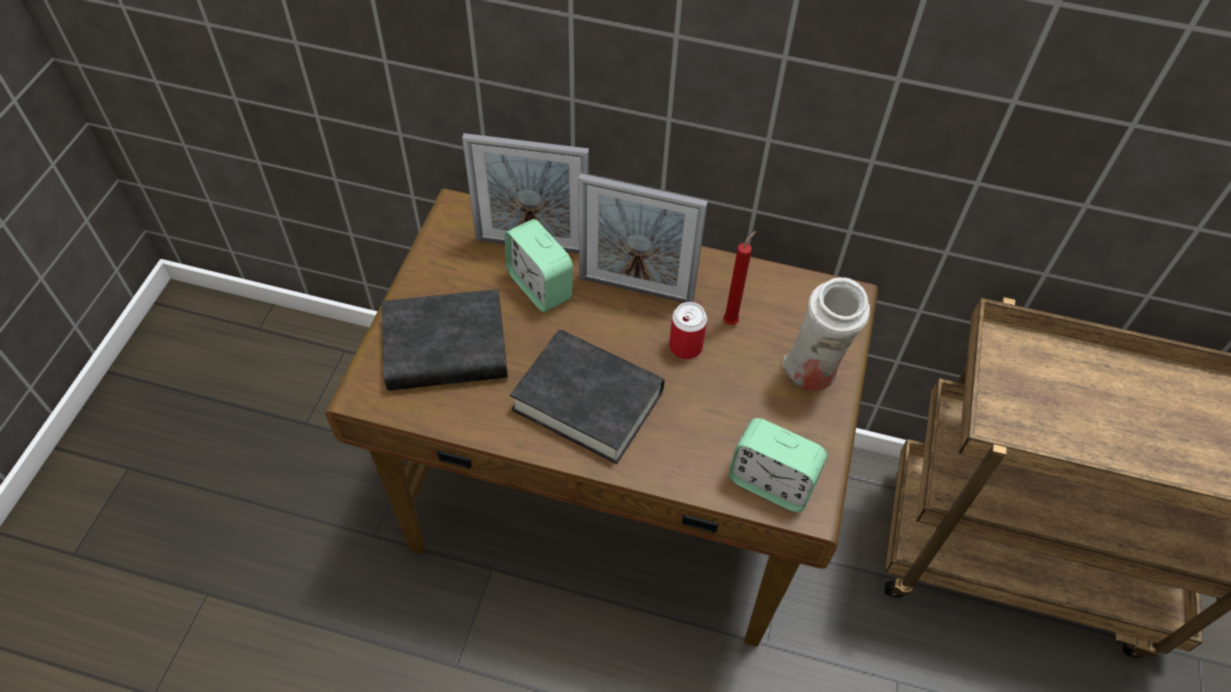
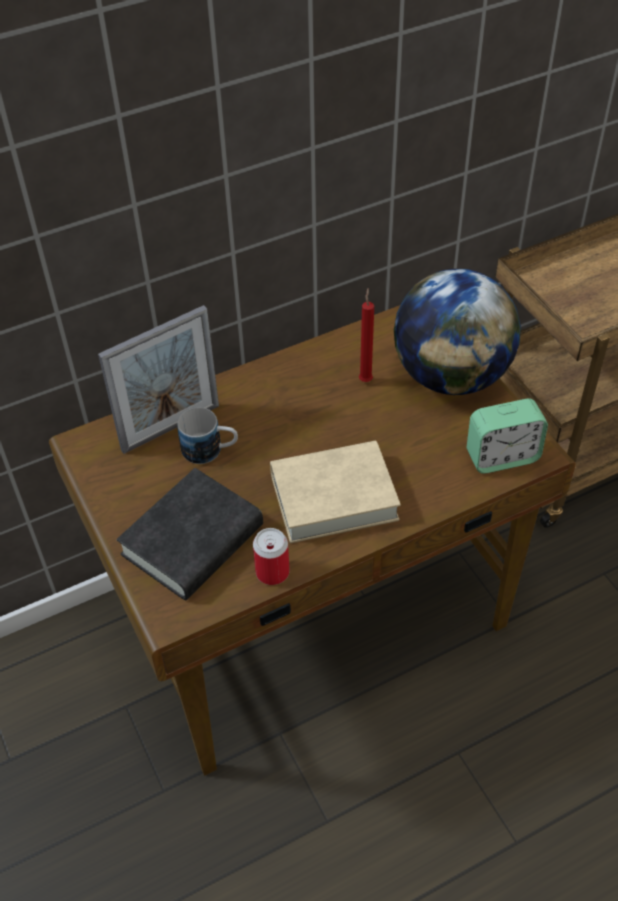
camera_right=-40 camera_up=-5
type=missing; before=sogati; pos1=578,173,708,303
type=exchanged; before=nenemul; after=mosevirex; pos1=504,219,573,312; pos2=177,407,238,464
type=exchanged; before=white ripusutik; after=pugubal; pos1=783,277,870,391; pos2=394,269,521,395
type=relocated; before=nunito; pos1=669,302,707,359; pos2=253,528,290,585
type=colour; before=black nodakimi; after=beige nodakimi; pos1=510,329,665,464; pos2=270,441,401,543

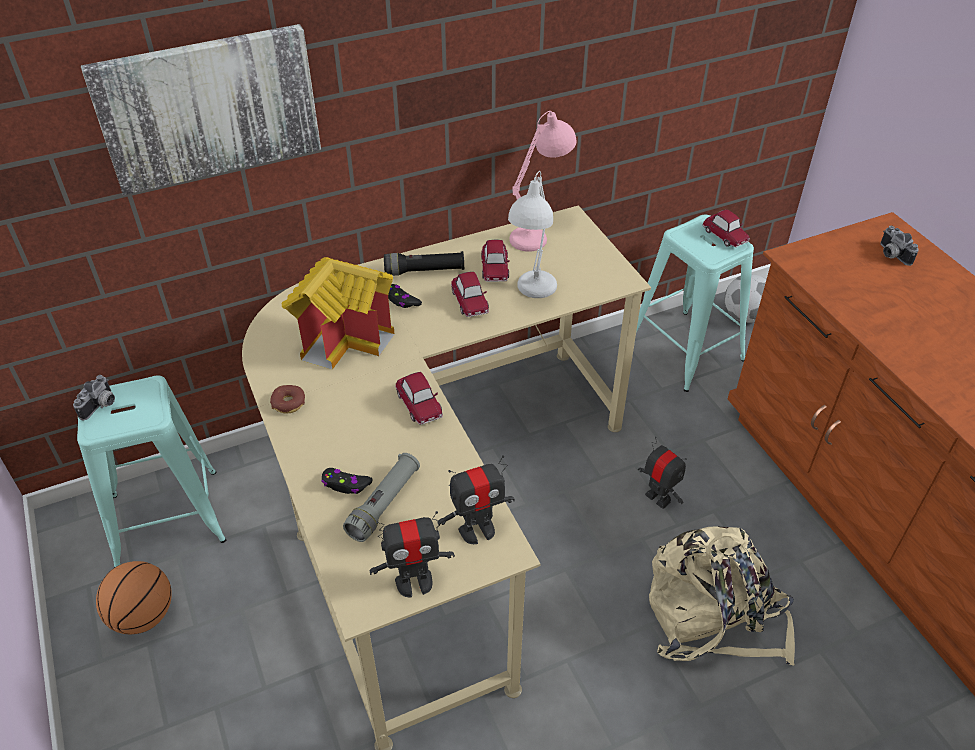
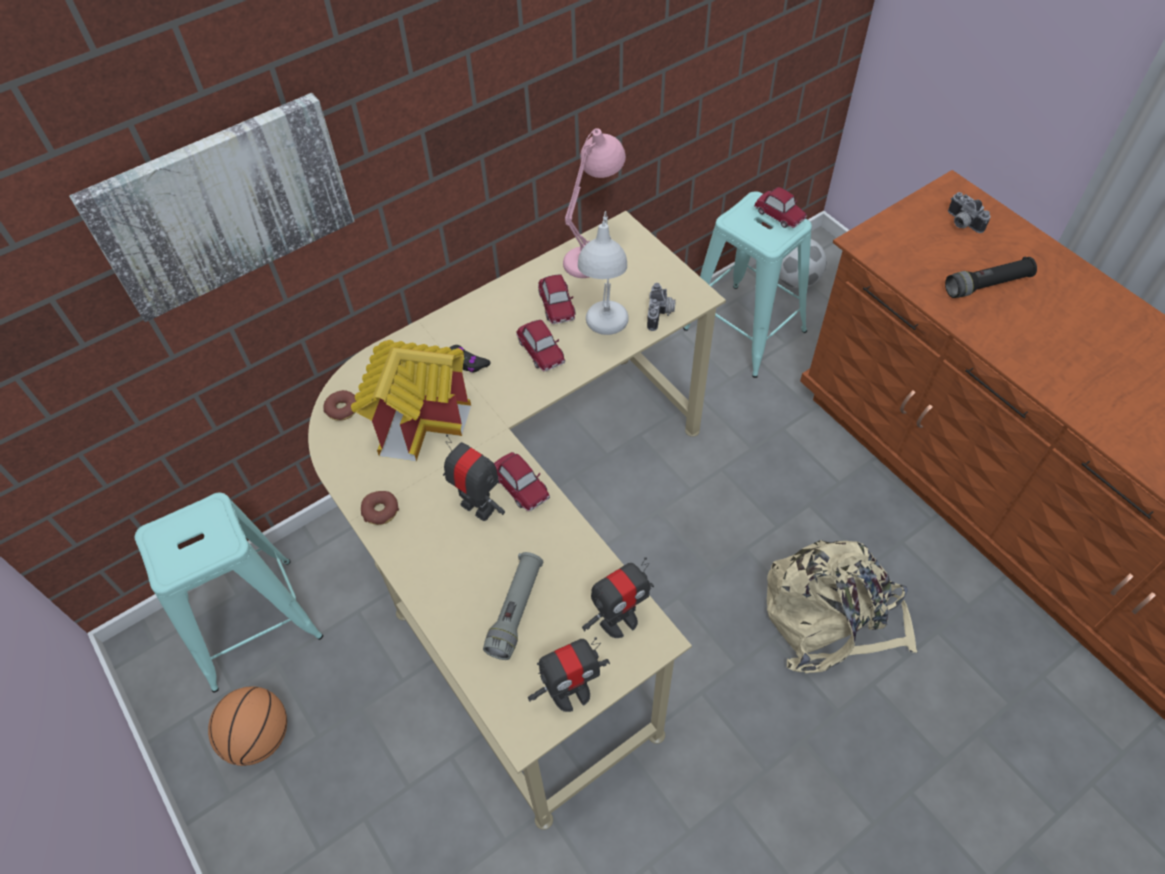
camera_right=-10 camera_up=10
type=relocated; before=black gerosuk; pos1=384,251,464,276; pos2=945,256,1037,298
type=relocated; before=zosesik; pos1=73,375,115,420; pos2=647,283,676,331
type=relocated; before=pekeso; pos1=638,437,686,509; pos2=443,434,505,521
type=missing; before=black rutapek; pos1=321,468,373,494
type=appeared; after=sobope; pos2=324,390,357,421

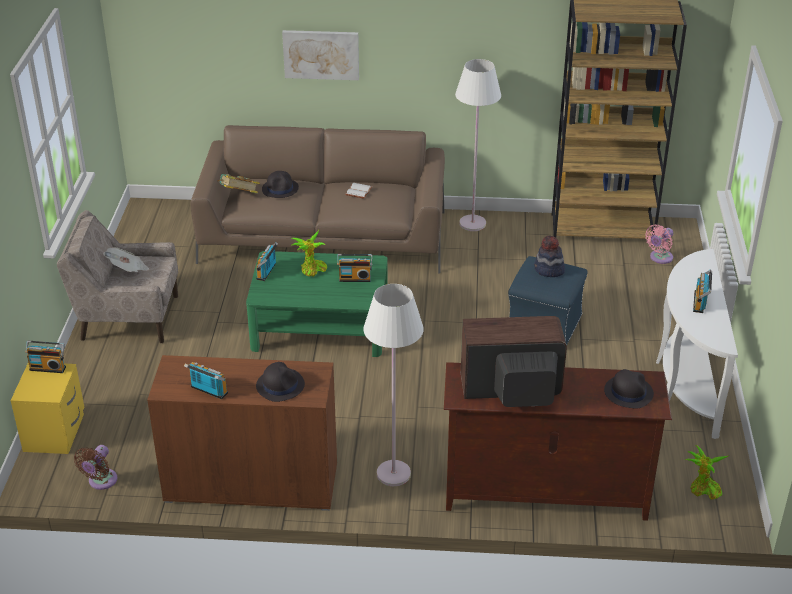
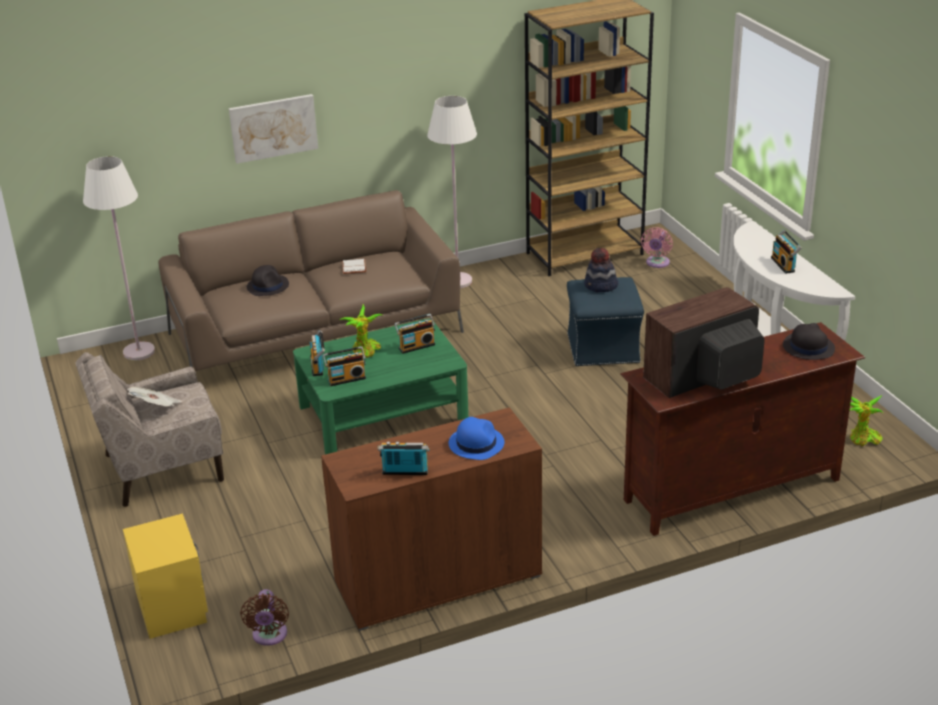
camera_right=-25 camera_up=-5
type=missing; before=nodakimi; pos1=218,174,260,194
type=relocated; before=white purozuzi; pos1=364,284,424,486; pos2=83,156,155,360
type=relocated; before=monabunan; pos1=25,341,66,373; pos2=323,346,366,386
type=colour; before=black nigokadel; after=blue nigokadel; pos1=256,362,305,402; pos2=449,417,504,460

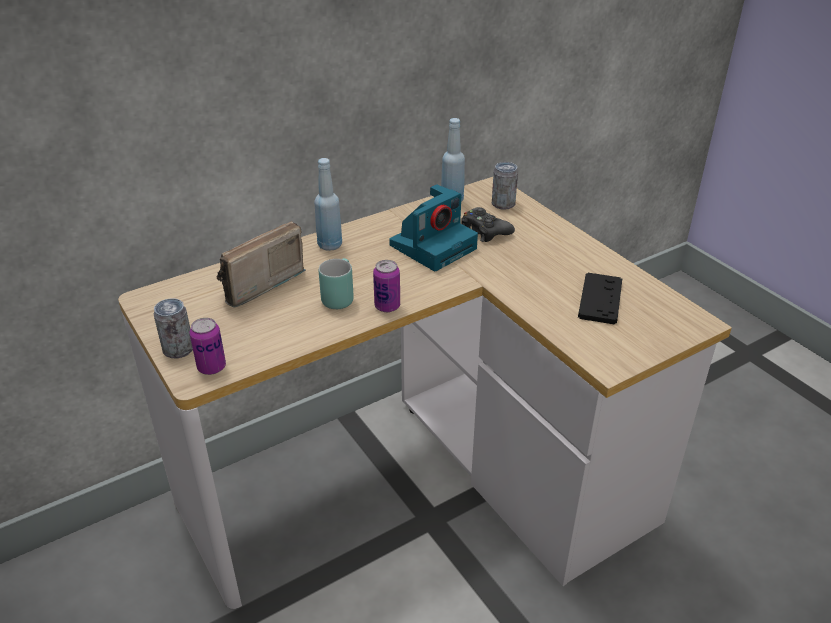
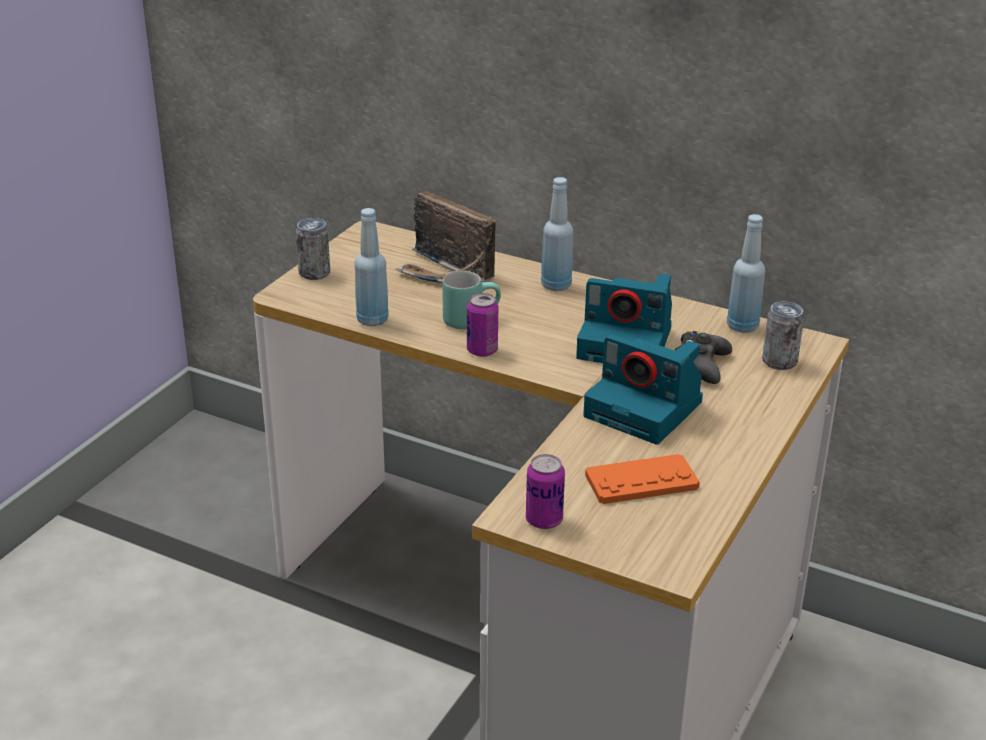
camera_right=60 camera_up=-5
type=spun; before=monabunan; pos1=217,221,306,308; pos2=396,191,496,283; turn=-150
type=colour; before=black rutapek; after=orange rutapek; pos1=578,273,622,325; pos2=585,454,699,504
type=relocated; before=nunito; pos1=190,318,226,375; pos2=526,454,565,529
type=appeared; after=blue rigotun; pos2=354,208,389,326
type=appeared; after=zosesik; pos2=583,334,703,445

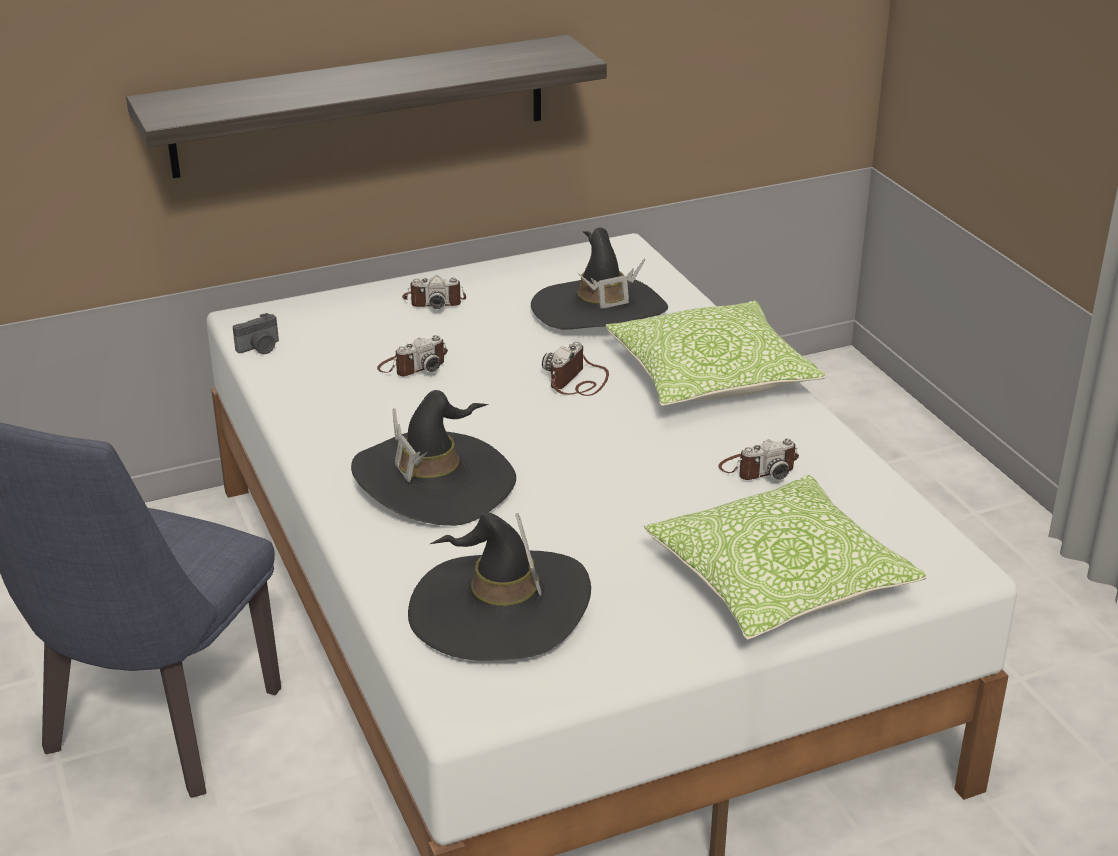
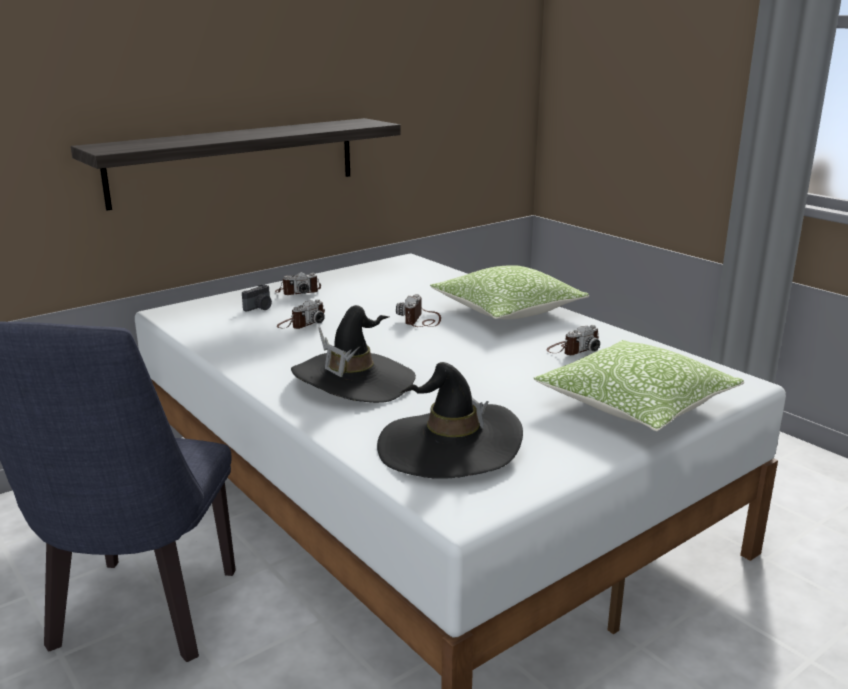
camera_right=-15 camera_up=-10
type=missing; before=black nigokadel; pos1=531,227,668,330
type=relocated; before=zosesik; pos1=233,313,279,354; pos2=242,284,272,311

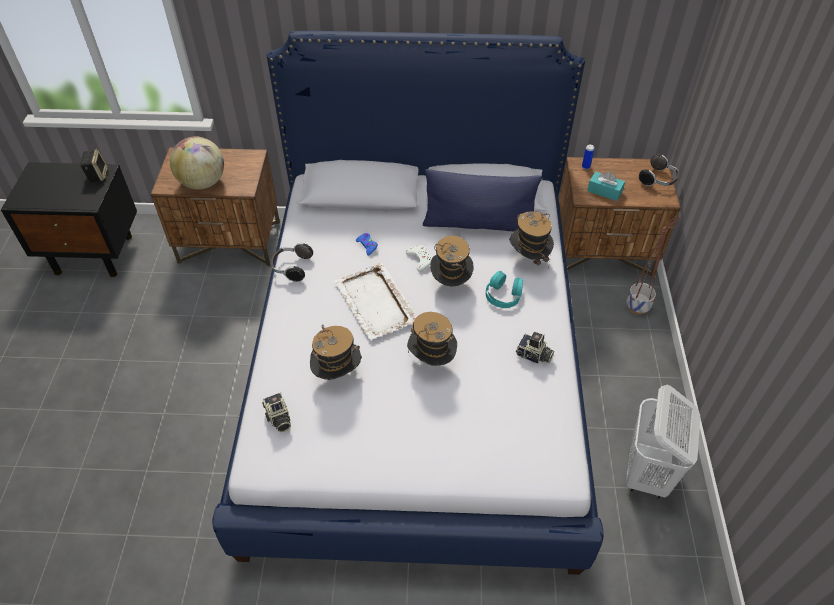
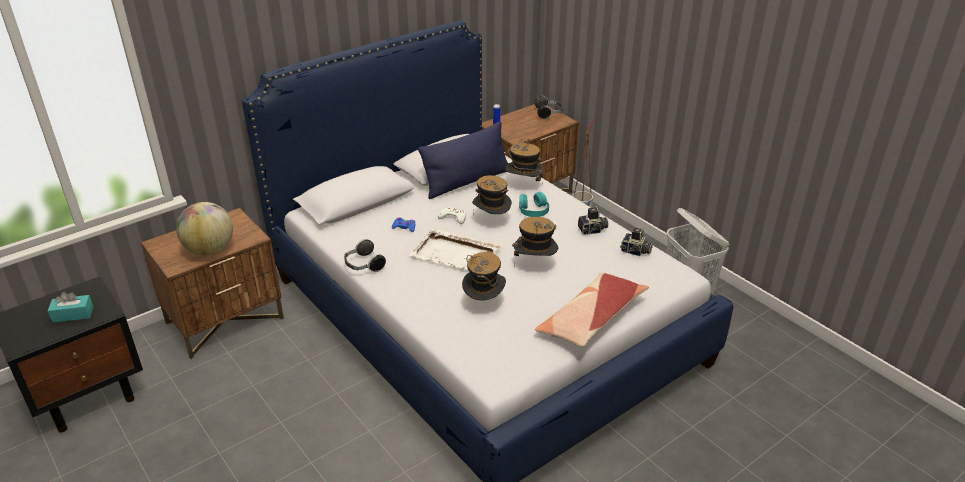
camera_right=-40 camera_up=-15
type=missing; before=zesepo; pos1=80,149,108,182
type=relocated; before=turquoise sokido; pos1=587,171,625,201; pos2=48,292,93,323
type=relocated; before=zosesik; pos1=262,392,291,432; pos2=620,227,653,256
type=appeared; after=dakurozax; pos2=535,272,649,347

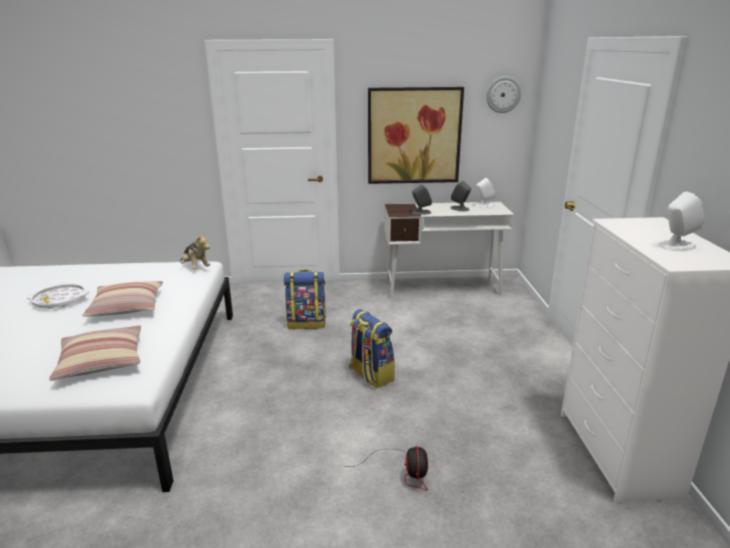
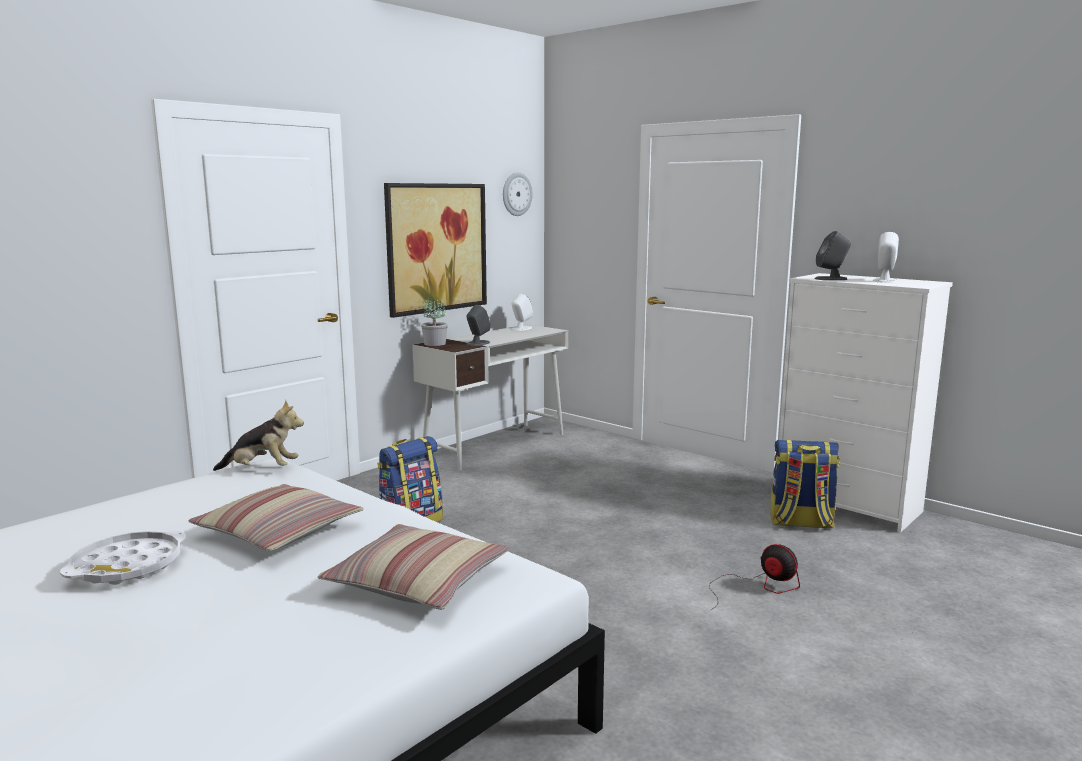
camera_right=-45 camera_up=-10
type=relocated; before=grey zesepo; pos1=451,181,471,211; pos2=815,231,851,280
type=relocated; before=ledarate; pos1=349,309,395,388; pos2=771,440,839,529
type=appeared; after=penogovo; pos2=421,297,447,346

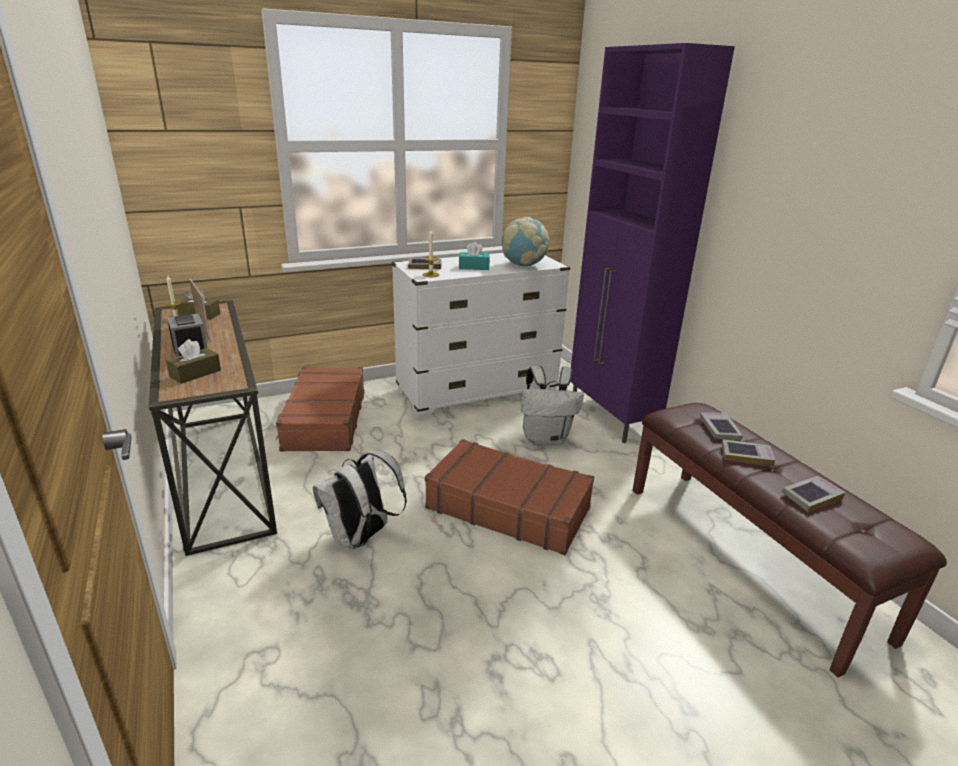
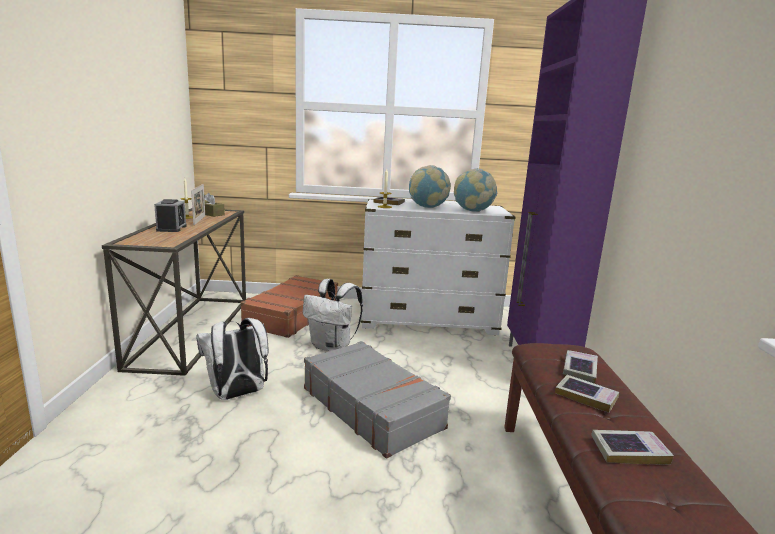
camera_right=25 camera_up=-10
type=exchanged; before=turquoise sokido; after=pugubal; pos1=459,242,490,270; pos2=409,165,451,208
type=missing; before=brown sokido; pos1=166,339,221,384
type=relocated; before=white ledarate; pos1=521,366,584,445; pos2=303,279,363,352
type=colour; before=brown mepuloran; after=grey mepuloran; pos1=425,439,594,555; pos2=304,341,451,459

